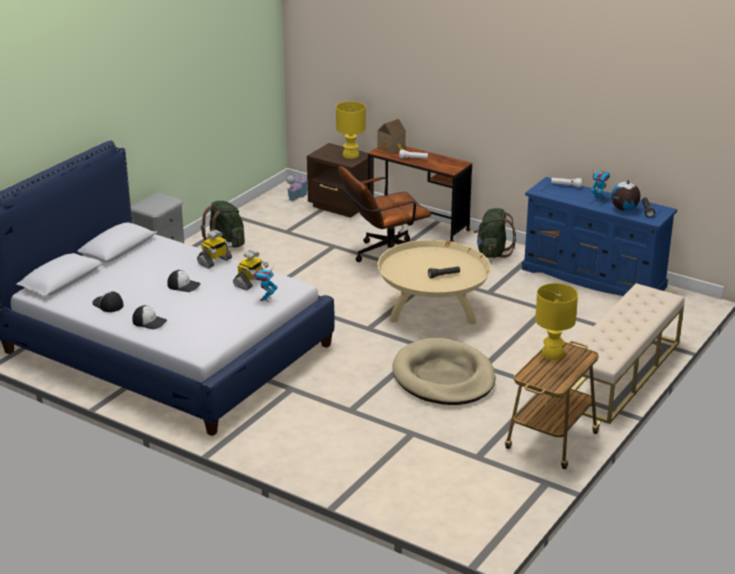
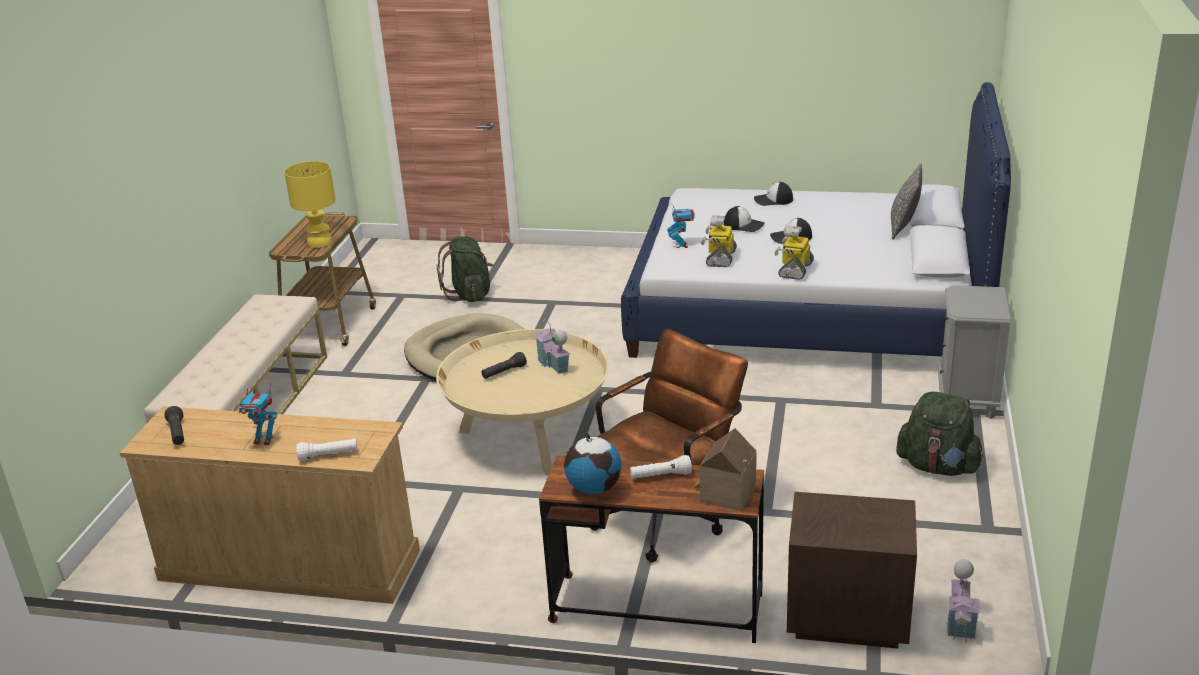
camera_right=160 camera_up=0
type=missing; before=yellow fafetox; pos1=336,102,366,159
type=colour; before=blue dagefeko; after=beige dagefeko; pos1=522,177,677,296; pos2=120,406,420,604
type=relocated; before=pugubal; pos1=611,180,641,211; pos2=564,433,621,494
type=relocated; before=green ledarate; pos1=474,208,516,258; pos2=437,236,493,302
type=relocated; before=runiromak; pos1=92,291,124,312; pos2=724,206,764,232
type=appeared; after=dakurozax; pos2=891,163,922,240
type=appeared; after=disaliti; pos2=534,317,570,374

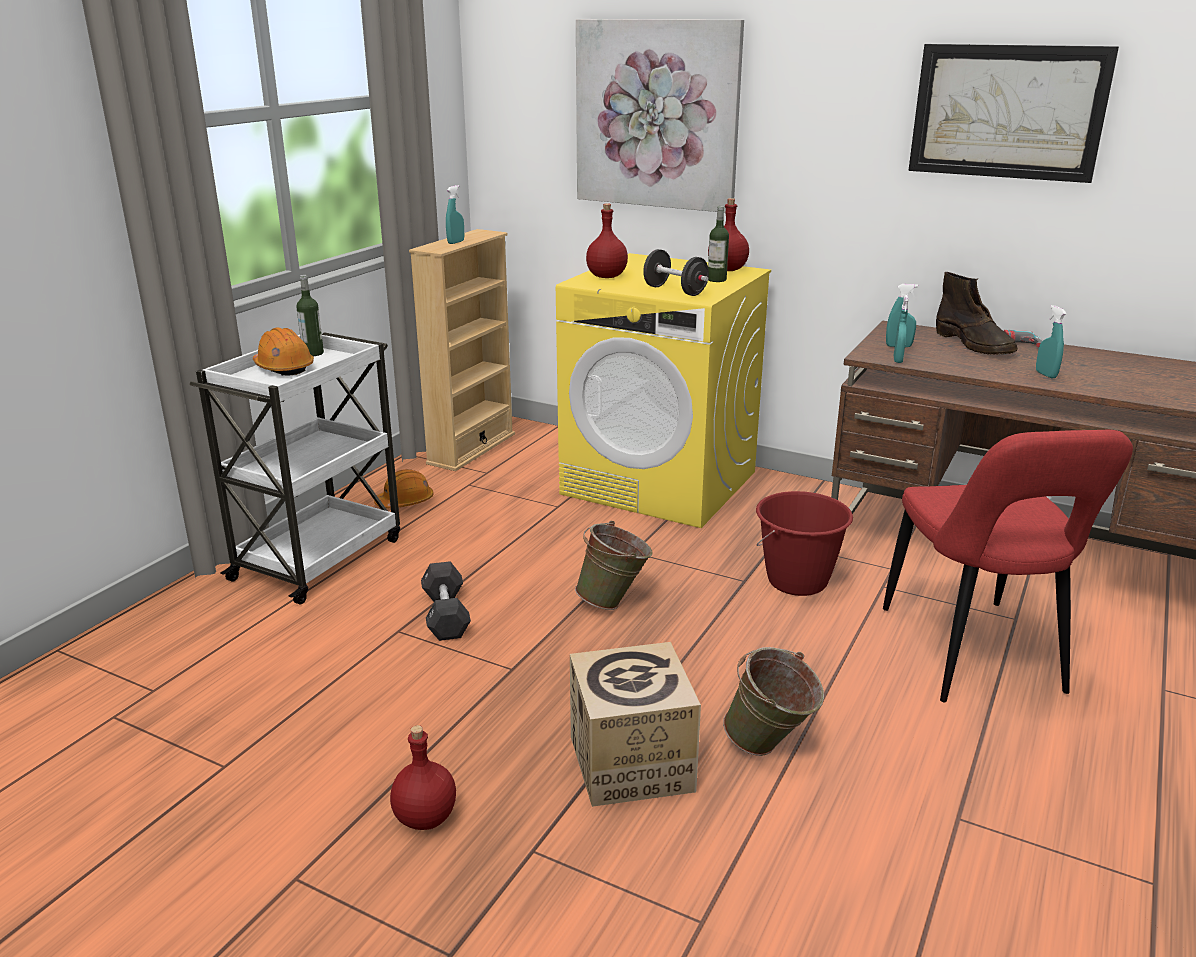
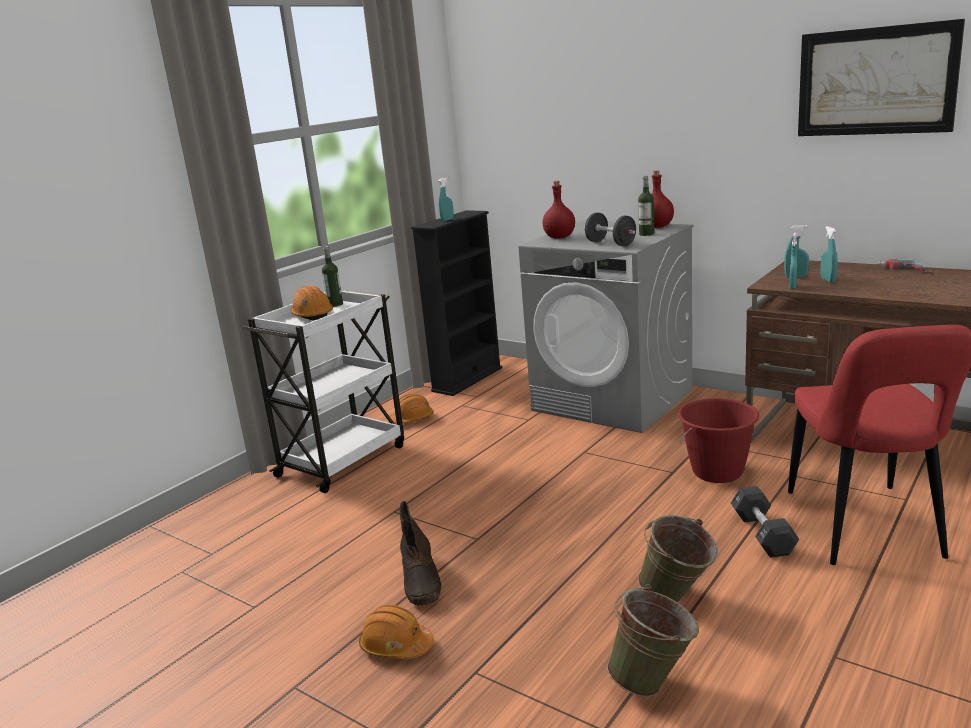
camera_right=10 camera_up=-5
type=missing; before=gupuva; pos1=576,19,744,213
type=colour; before=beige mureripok; after=black mureripok; pos1=409,229,515,471; pos2=411,210,502,396
type=colour; before=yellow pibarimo; after=grey pibarimo; pos1=556,253,771,528; pos2=519,220,694,433
type=relocated; before=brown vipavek; pos1=936,272,1018,355; pos2=399,501,442,606
type=relocated; before=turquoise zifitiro; pos1=1036,305,1067,378; pos2=820,226,838,283
type=relocated; before=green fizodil; pos1=575,521,652,610; pos2=607,584,699,697
type=relocated; before=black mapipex; pos1=421,561,471,641; pos2=731,486,799,558
type=missing; before=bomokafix; pos1=570,642,701,807
type=exchanged; before=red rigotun; after=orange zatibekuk; pos1=390,725,456,830; pos2=359,605,434,659

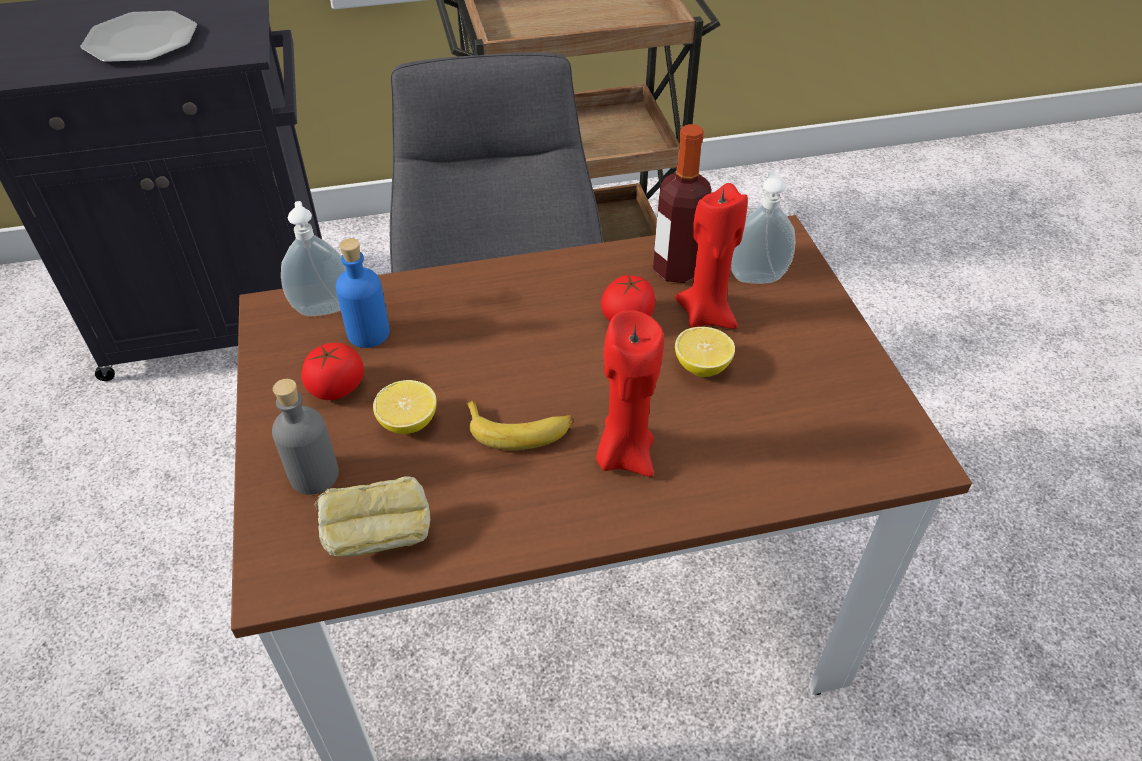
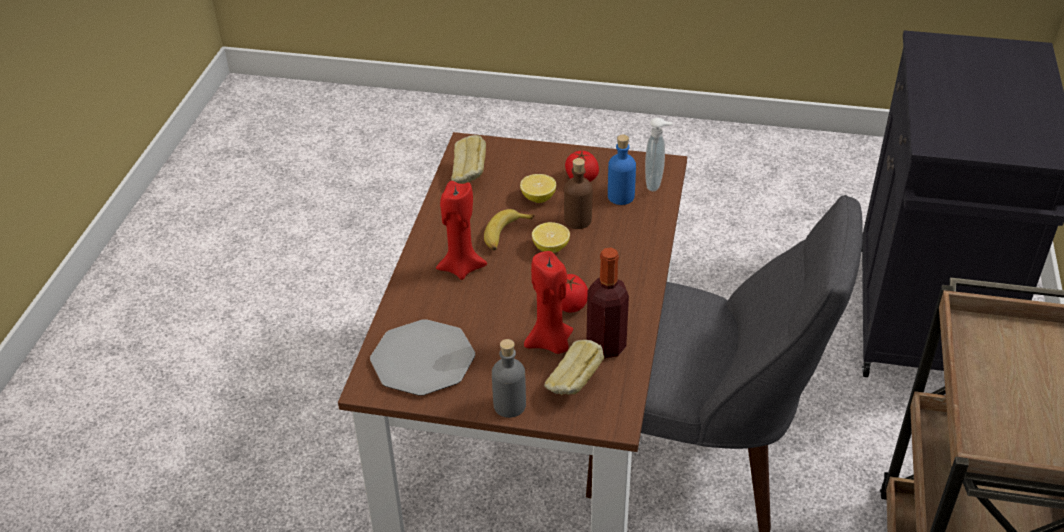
camera_right=115 camera_up=-5
type=relocated; before=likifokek; pos1=80,11,198,63; pos2=370,319,475,396
type=exchanged; before=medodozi; after=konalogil; pos1=731,171,796,284; pos2=544,340,604,396
type=relocated; before=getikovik; pos1=675,327,735,377; pos2=532,222,570,253
type=relocated; before=grey rigotun; pos1=272,379,339,495; pos2=492,339,526,418
type=appeared; after=brown rigotun; pos2=564,158,593,229

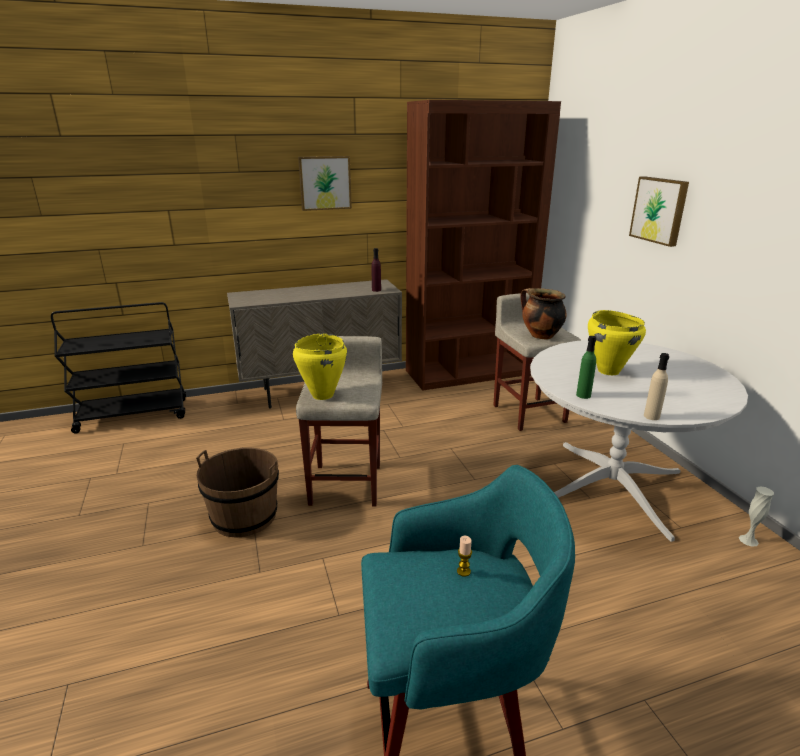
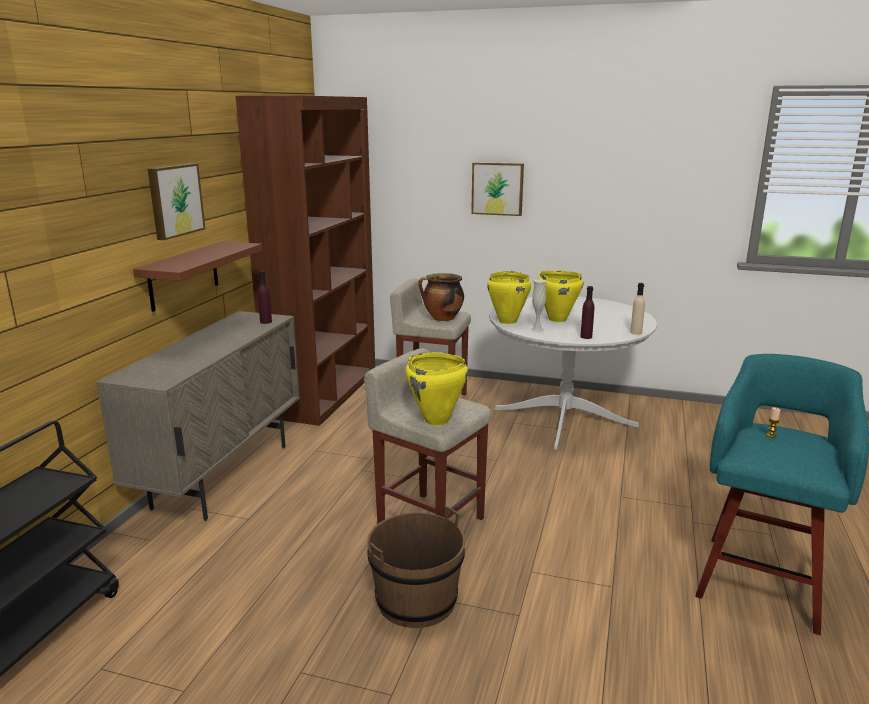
camera_right=-55 camera_up=-5
type=colour; before=green rigotun; after=purple rigotun; pos1=576,336,596,399; pos2=580,286,594,339
type=relocated; before=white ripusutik; pos1=739,486,774,547; pos2=530,280,546,332
type=appeared; after=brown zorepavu; pos2=133,241,262,312
type=appeared; after=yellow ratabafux; pos2=487,271,531,324

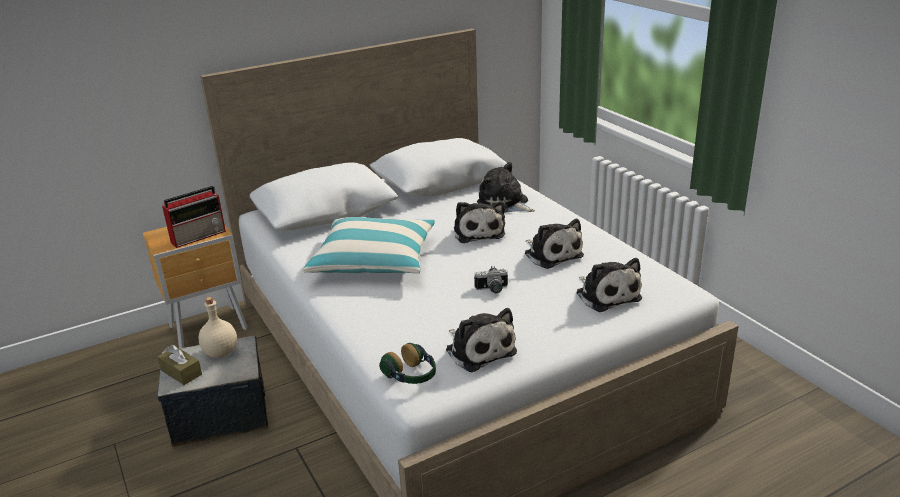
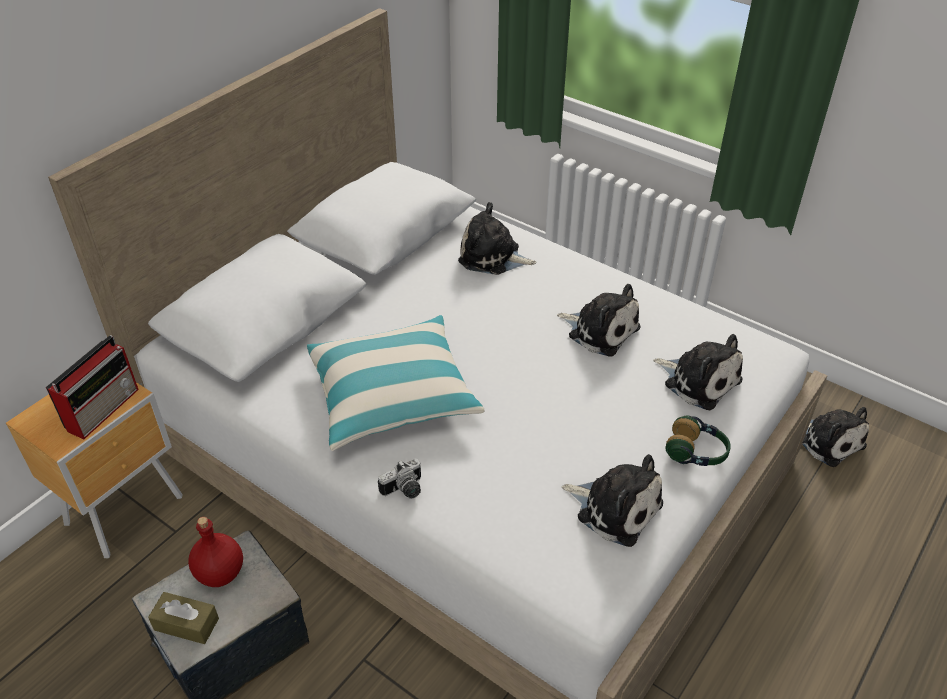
camera_right=-25 camera_up=15
type=relocated; before=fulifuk; pos1=454,201,505,243; pos2=802,407,869,467
type=relocated; before=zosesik; pos1=474,266,508,293; pos2=378,459,421,499
type=colour; before=beige rigotun; after=red rigotun; pos1=198,297,237,358; pos2=188,517,243,587
type=relocated; before=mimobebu; pos1=379,343,436,384; pos2=666,416,731,466

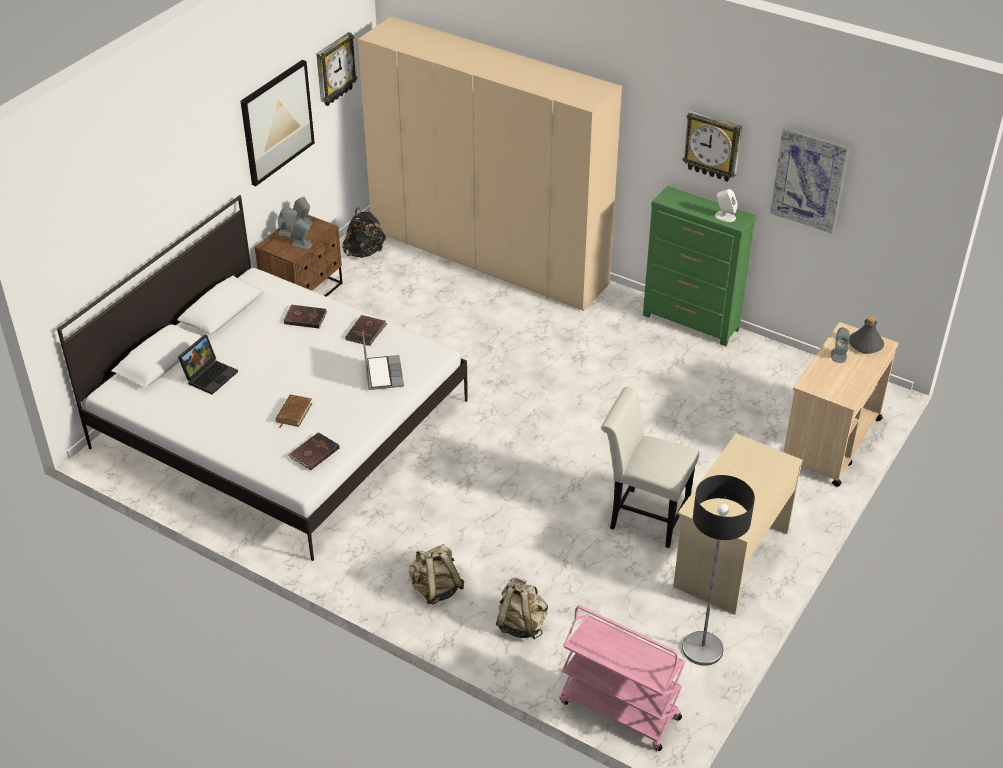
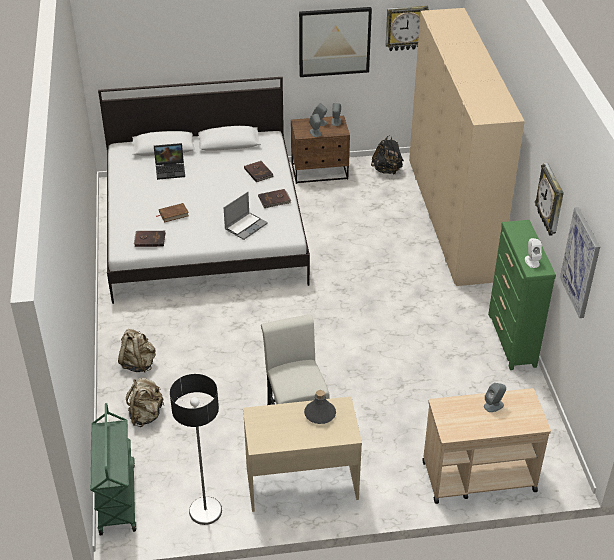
camera_right=50 camera_up=0
type=relocated; before=grey rigotun; pos1=849,316,884,354; pos2=304,390,336,424
type=colour; before=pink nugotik; after=green nugotik; pos1=559,605,685,751; pos2=90,403,137,535

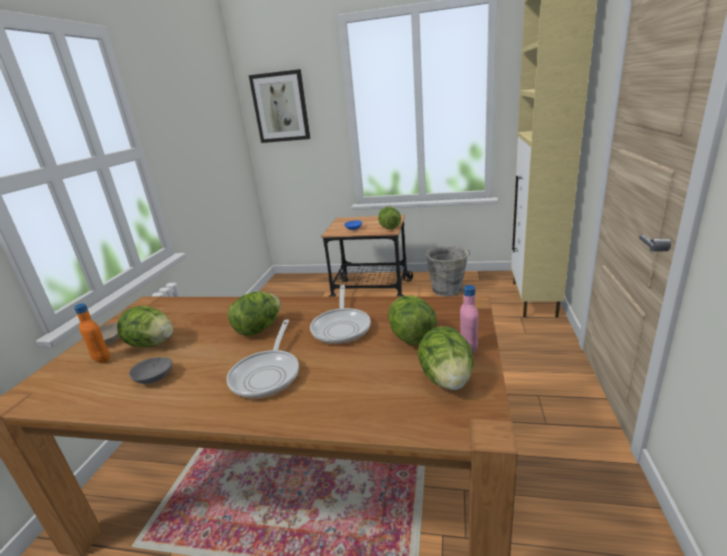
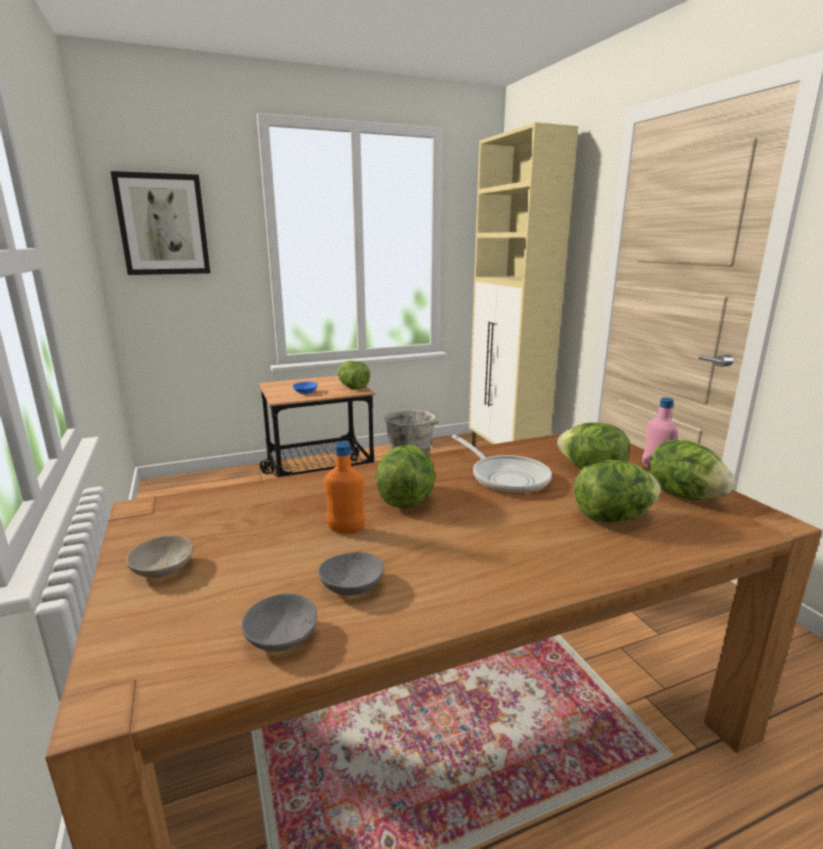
camera_right=-35 camera_up=-5
type=relocated; before=orange rigotun; pos1=74,303,110,363; pos2=324,442,365,534
type=relocated; before=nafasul; pos1=117,306,173,347; pos2=574,460,661,523
type=missing; before=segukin; pos1=227,319,299,398
type=appeared; after=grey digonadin; pos2=241,593,317,651

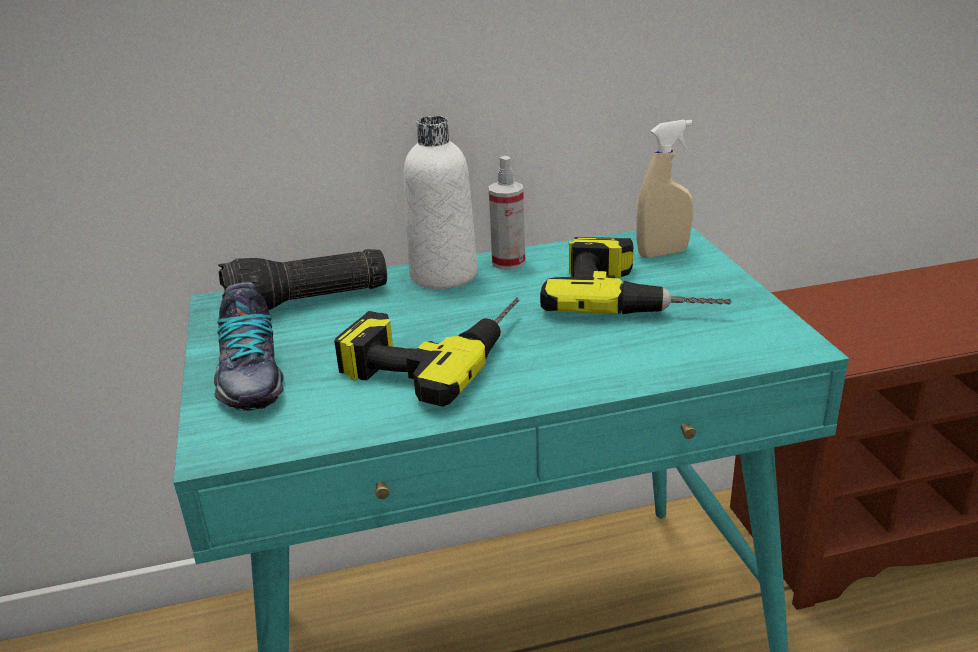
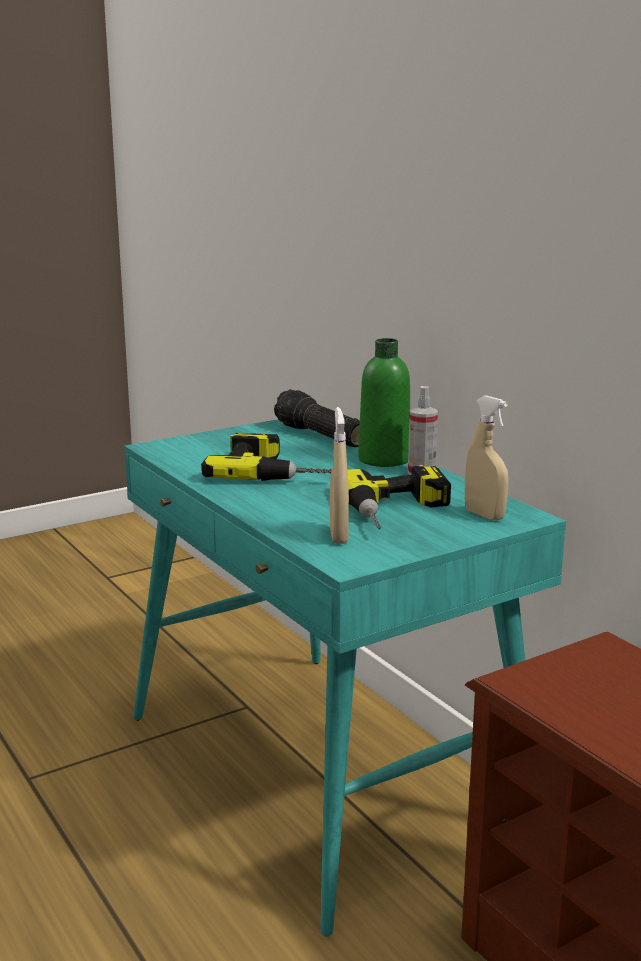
camera_right=70 camera_up=-10
type=colour; before=white rigotun; after=green rigotun; pos1=404,116,477,289; pos2=358,338,410,467
type=missing; before=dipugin; pos1=214,282,284,411
type=appeared; after=beige zifitiro; pos2=330,407,349,544

